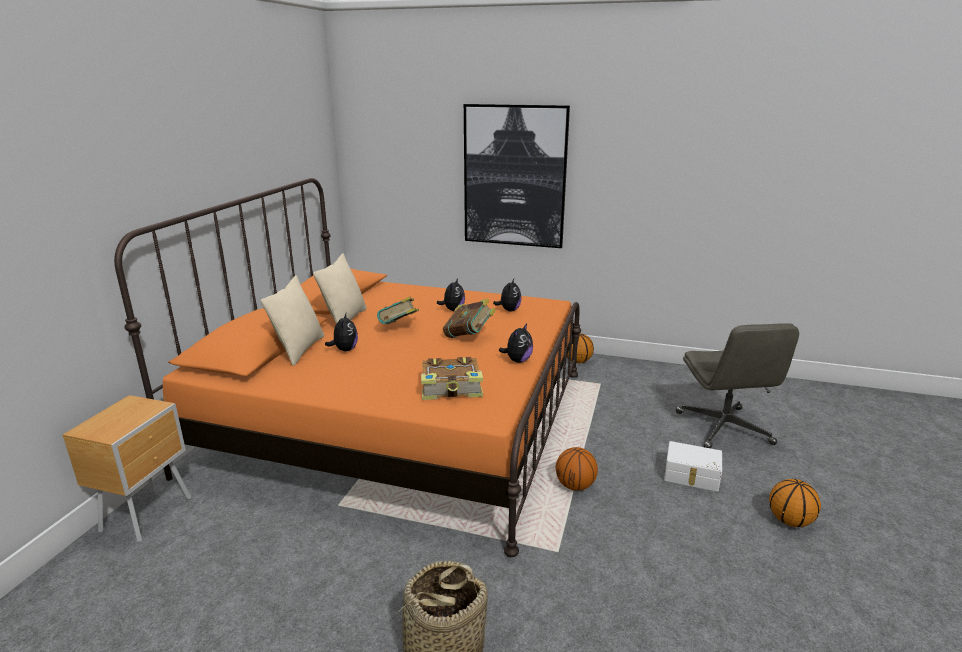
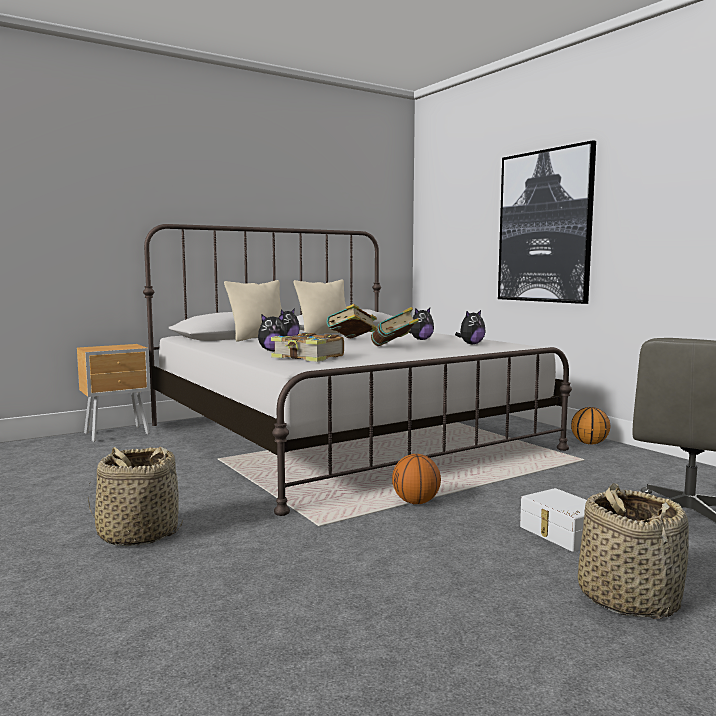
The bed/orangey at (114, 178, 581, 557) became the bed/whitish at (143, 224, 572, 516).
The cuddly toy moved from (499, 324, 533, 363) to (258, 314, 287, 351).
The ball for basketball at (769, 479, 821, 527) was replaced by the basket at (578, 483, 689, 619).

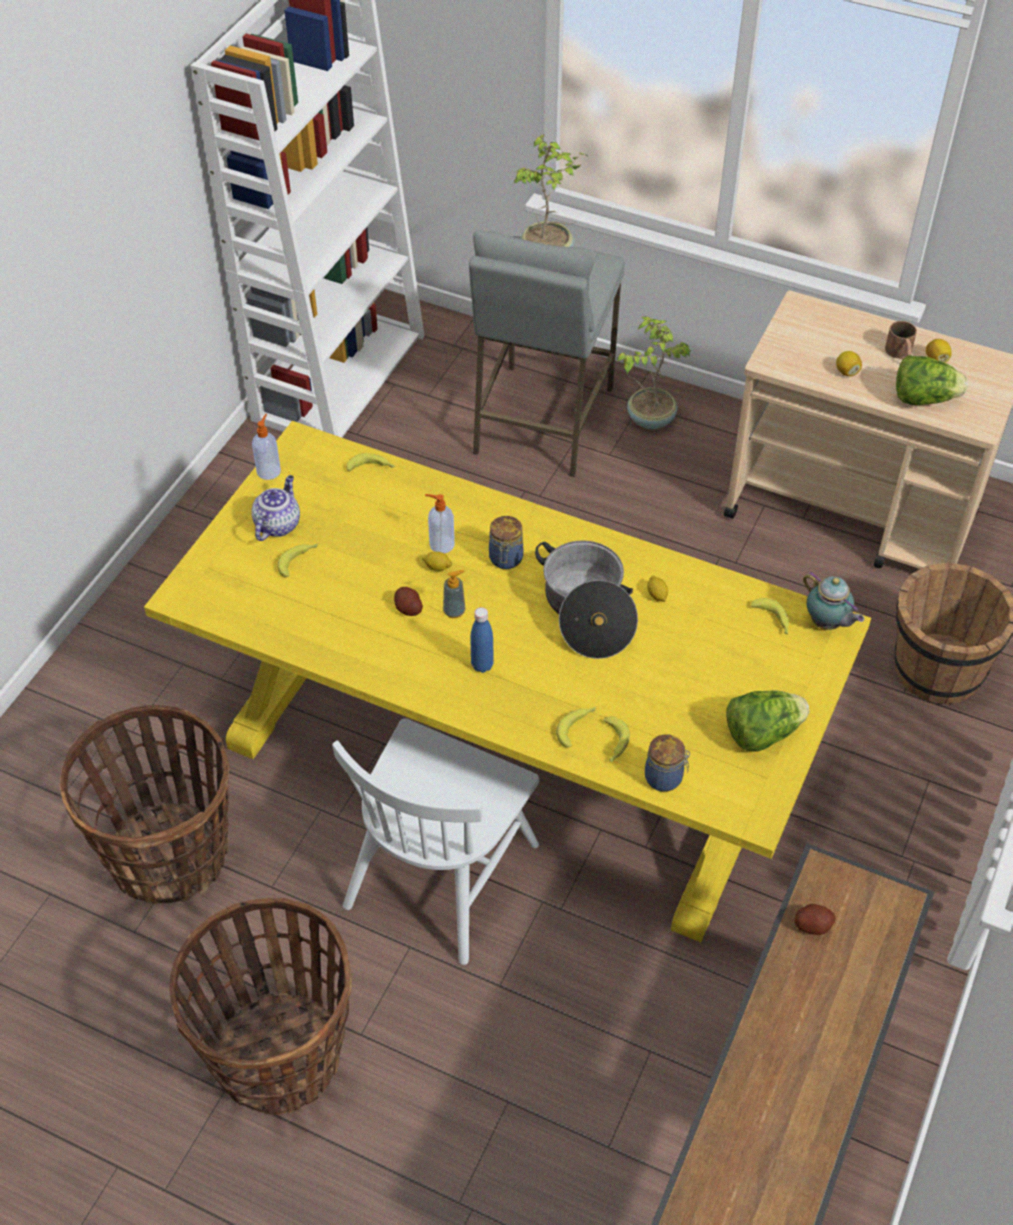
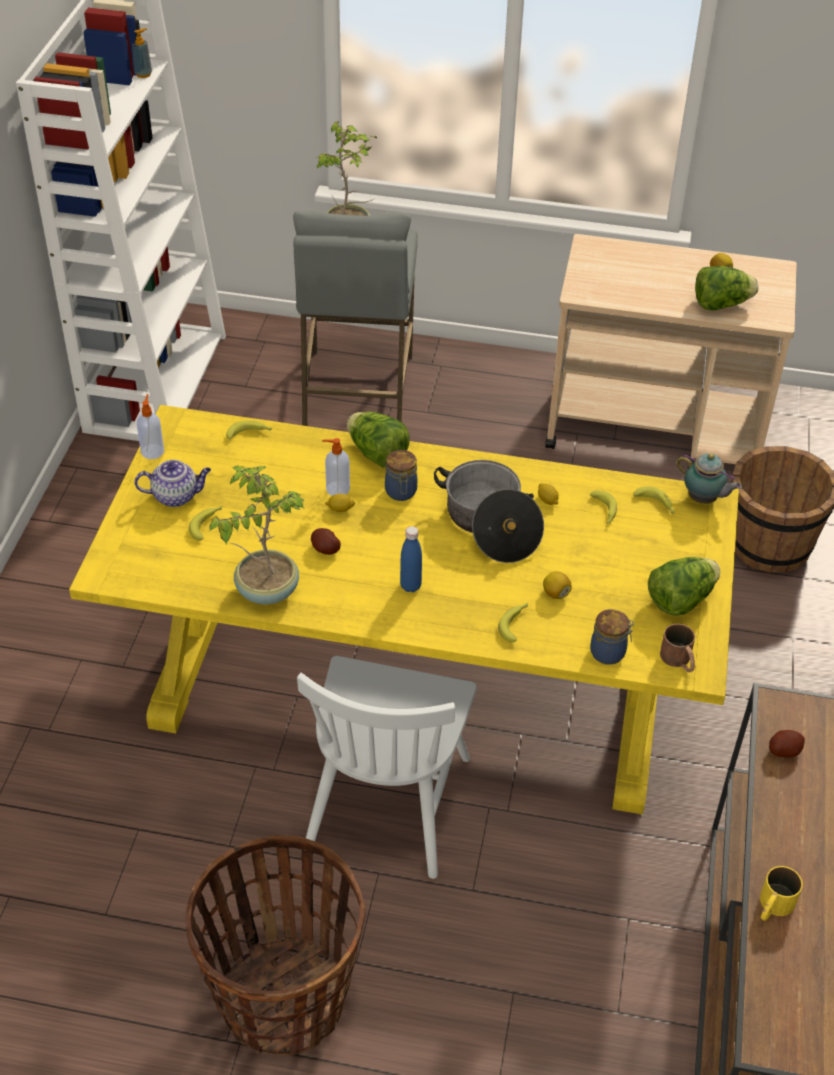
The basket at (60, 705, 230, 904) disappeared.
The pot for tea at (251, 475, 300, 541) turned 75 degrees clockwise.
The liquid soap bottle moved from (443, 570, 466, 618) to (132, 28, 152, 78).
The banana moved from (603, 716, 630, 763) to (590, 490, 617, 524).
The houseplant moved from (617, 317, 691, 429) to (210, 466, 304, 605).
The citrus fruit moved from (836, 351, 862, 376) to (543, 571, 572, 599).
The mug/brownish moved from (885, 321, 917, 360) to (660, 624, 695, 672).
The lettuce at (347, 412, 410, 468) appeared.
The mug/yellow-coloured at (760, 866, 803, 921) appeared.

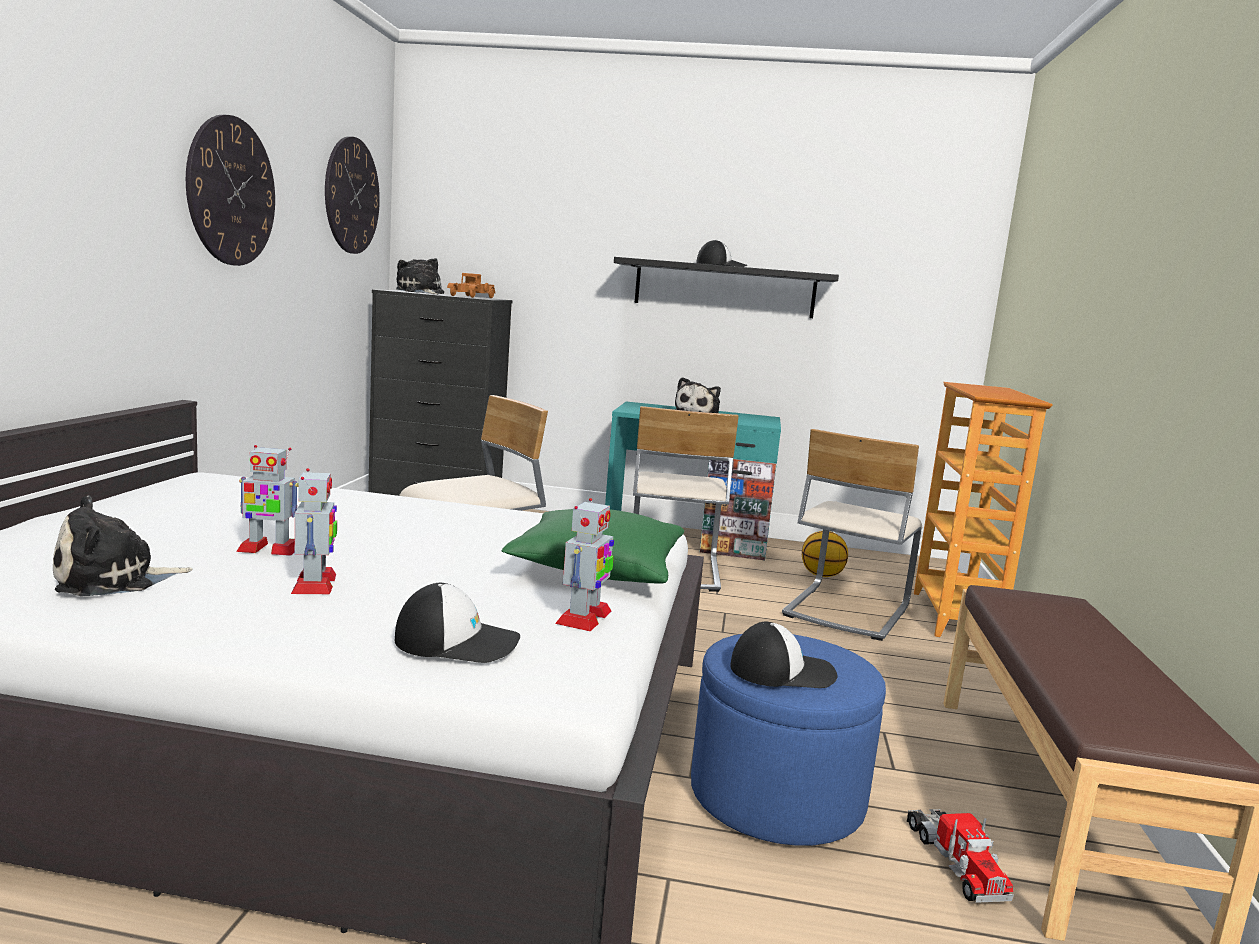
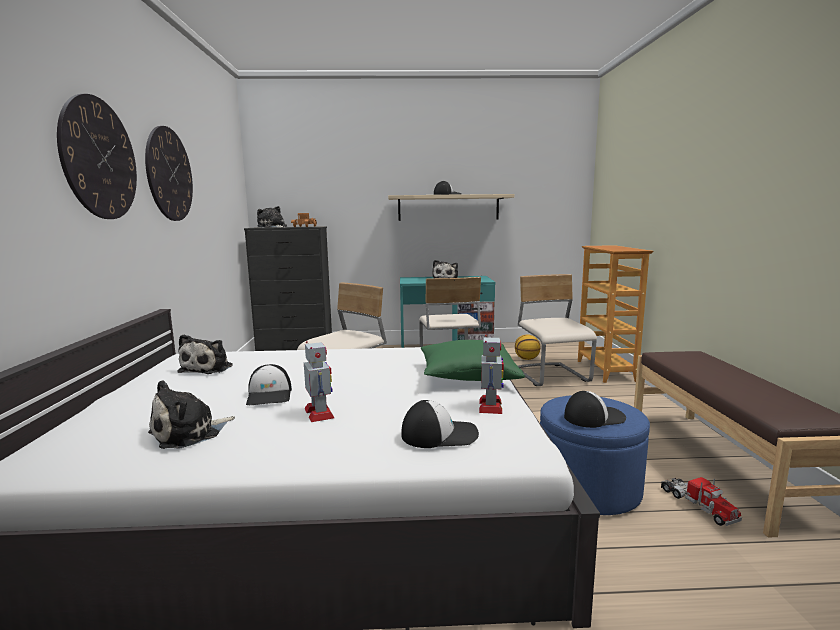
The robot figure at (236, 445, 299, 556) was replaced by the peaked cap at (246, 364, 292, 405).
The wall clock moved from (325, 136, 380, 254) to (57, 94, 137, 219).
The wall shelf/blackish at (614, 257, 839, 318) became the wall shelf/beige-coloured at (388, 194, 515, 221).
The plain chair/beige-coloured at (782, 429, 922, 641) turned 150 degrees clockwise.
The cuddly toy at (177, 334, 233, 374) appeared.

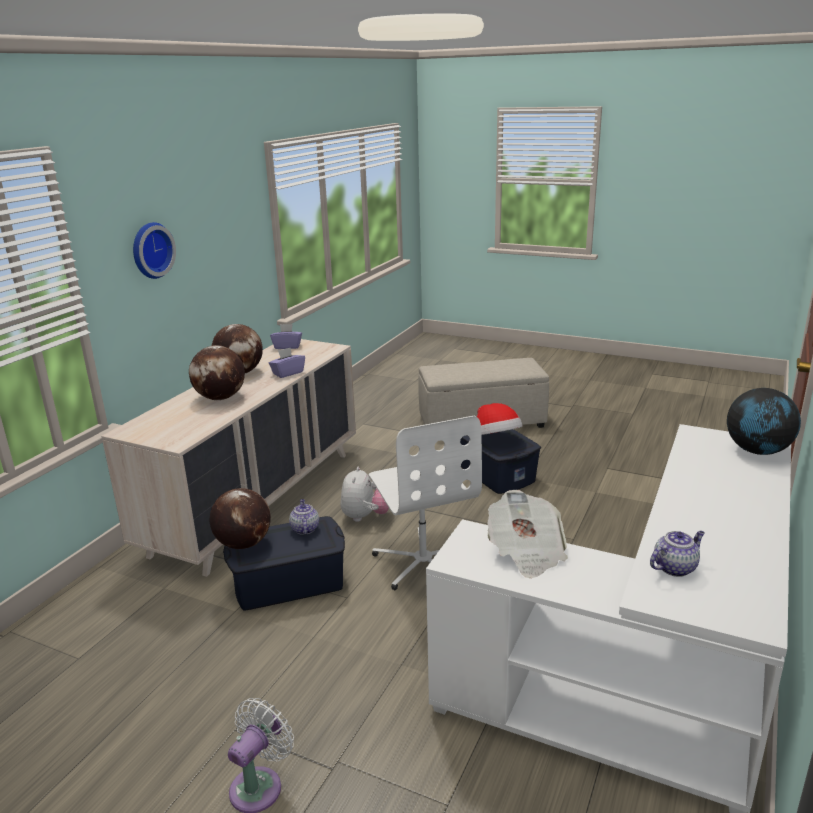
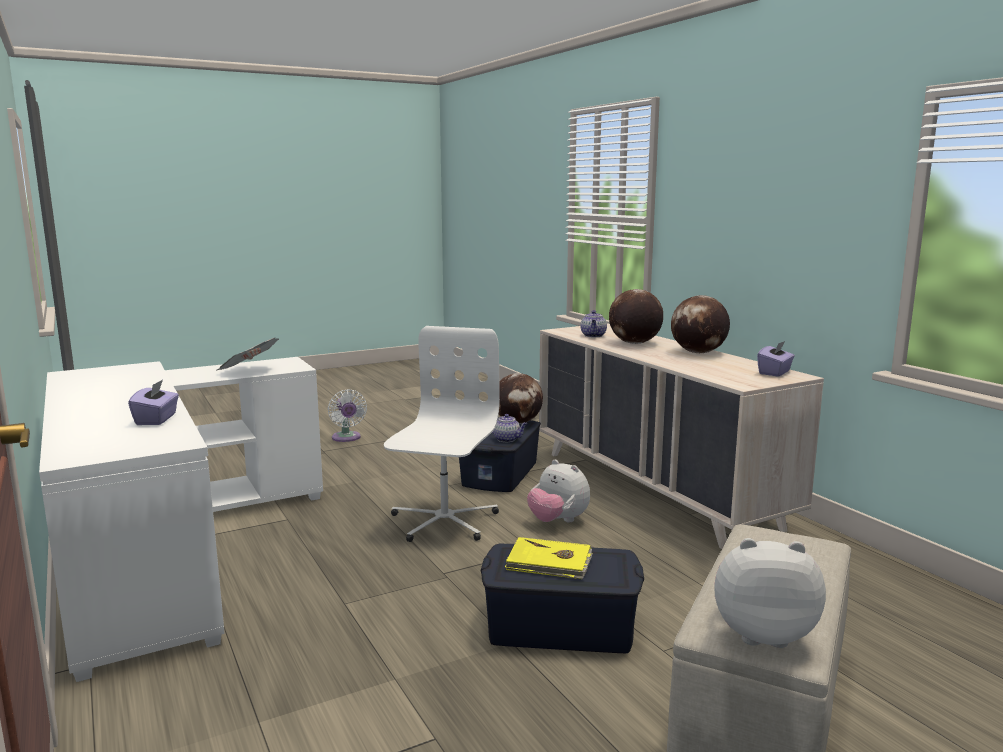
The wall clock at (133, 222, 176, 279) disappeared.
The box of tissues/purple-coloured moved from (269, 347, 305, 378) to (128, 380, 179, 425).
The desk chair/whitish at (368, 416, 482, 590) turned 90 degrees clockwise.
The clothing hat at (477, 403, 522, 435) was replaced by the bound book/yellow-coloured at (505, 537, 593, 579).
The pot for tea moved from (650, 531, 705, 577) to (580, 310, 607, 337).
The world globe at (727, 388, 801, 455) disappeared.
The cuddly toy at (714, 538, 826, 648) appeared.

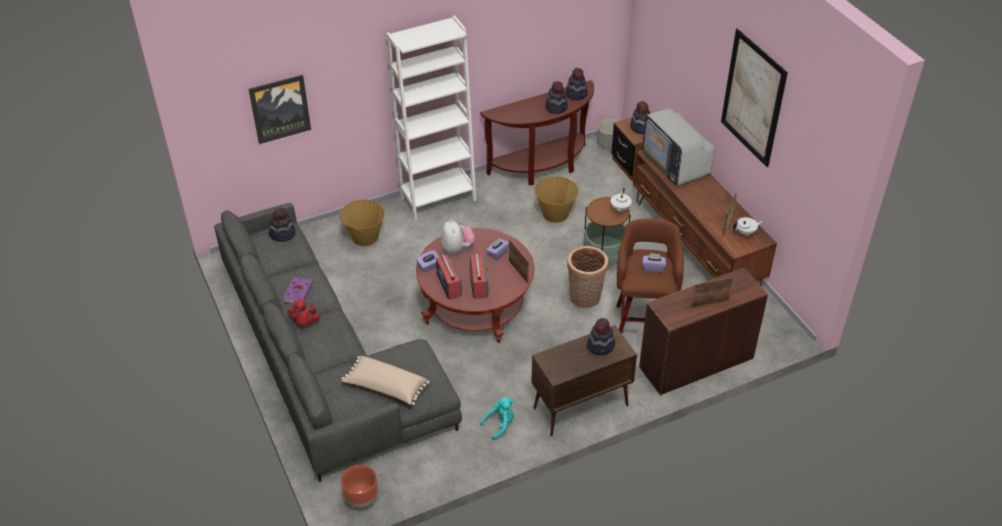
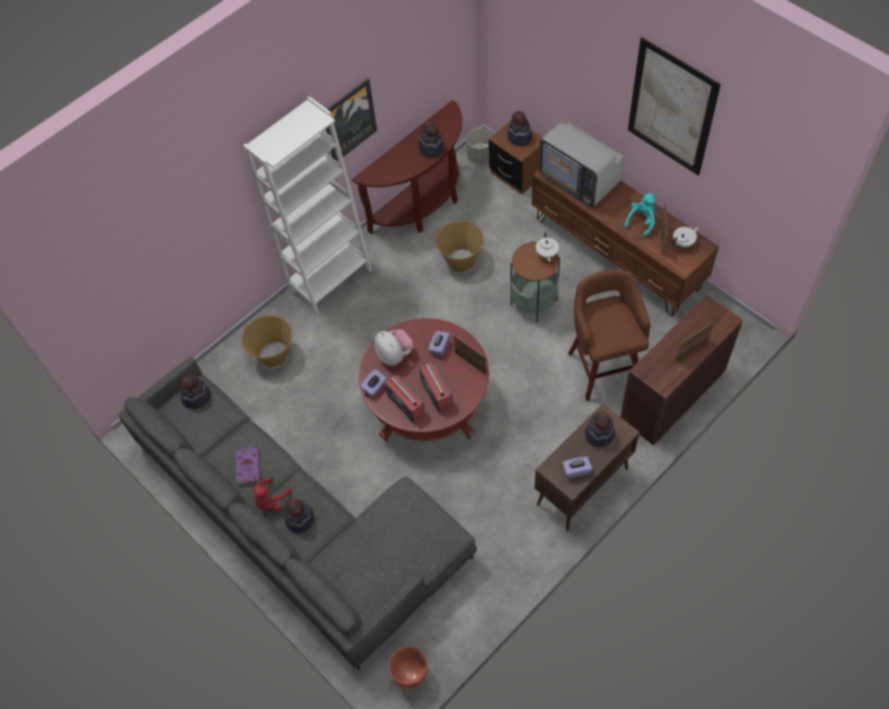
The picture moved from (249, 75, 311, 144) to (326, 78, 377, 161).
The cuddly toy/red-coloured at (287, 299, 320, 326) turned 60 degrees clockwise.
The pillow/beige-coloured at (342, 356, 430, 405) disappeared.
The cuddly toy/blue-green moved from (480, 397, 514, 440) to (624, 193, 656, 237).
The clothing hat moved from (566, 68, 588, 100) to (285, 499, 314, 533).
The basket at (567, 246, 608, 308) disappeared.
The box of tissues/purple-coloured moved from (643, 253, 666, 273) to (563, 457, 592, 479).

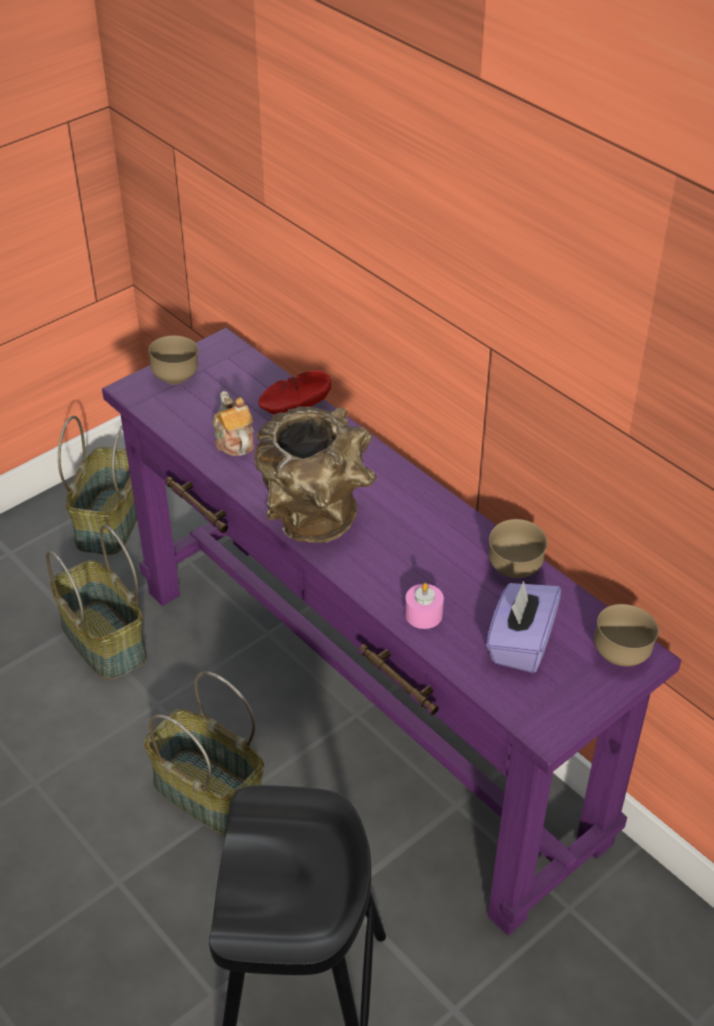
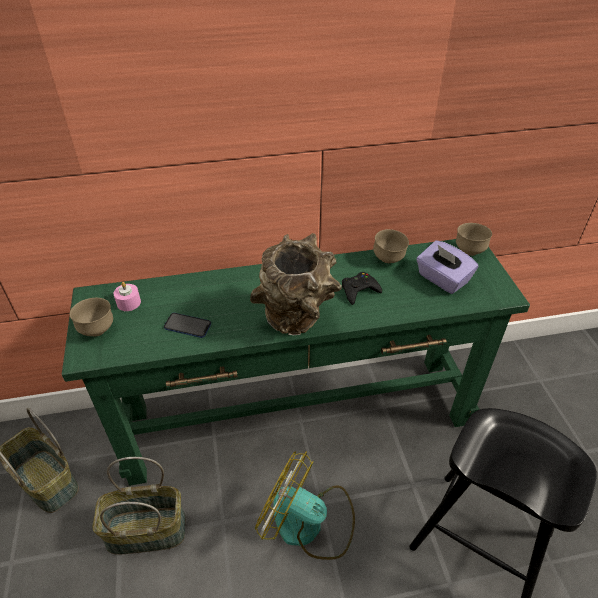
The narrow table/purple-coloured at (102, 328, 681, 936) became the narrow table/greenish at (61, 239, 530, 486).
The basket at (144, 671, 264, 836) was replaced by the fan at (255, 451, 355, 560).
The pot for tea at (213, 391, 254, 456) was replaced by the phone at (164, 313, 211, 338).
The deep dish/red-coloured at (258, 370, 331, 415) disappeared.
The wax light/pink-coloured moved from (405, 583, 444, 629) to (114, 282, 141, 311).
The gamepad/blackish at (342, 272, 382, 305) appeared.

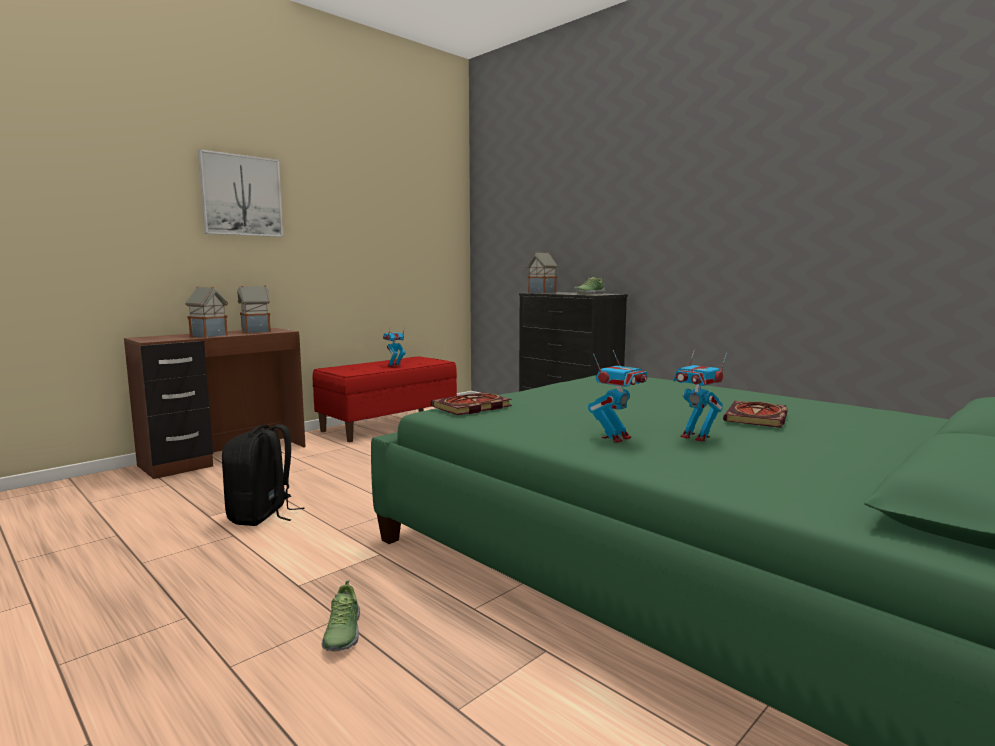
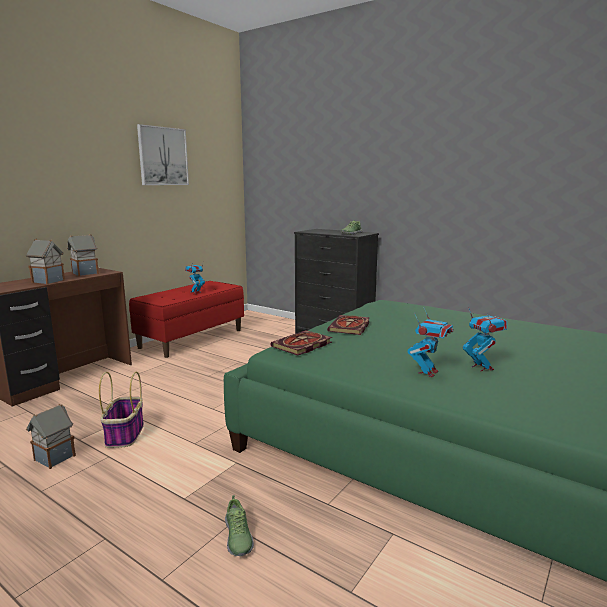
The picture moved from (198, 149, 283, 237) to (137, 124, 189, 185).
The knapsack/blackish at (222, 424, 304, 526) was replaced by the basket at (99, 372, 144, 448).
The model house moved from (527, 252, 558, 293) to (26, 404, 76, 469).
The robot figure at (673, 350, 727, 442) turned 150 degrees counterclockwise.
The bound book moved from (723, 401, 788, 428) to (327, 315, 370, 335).

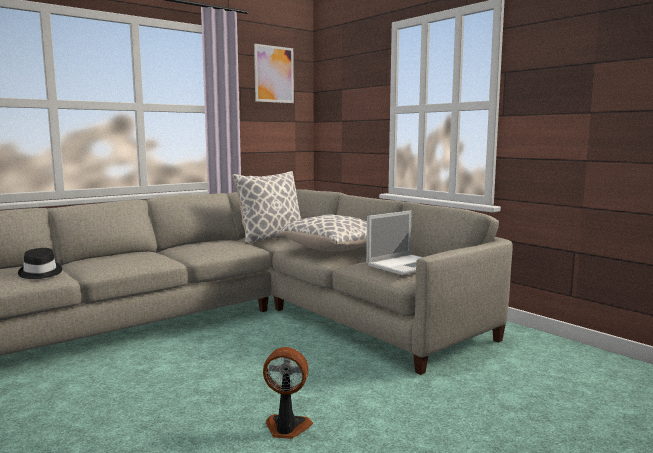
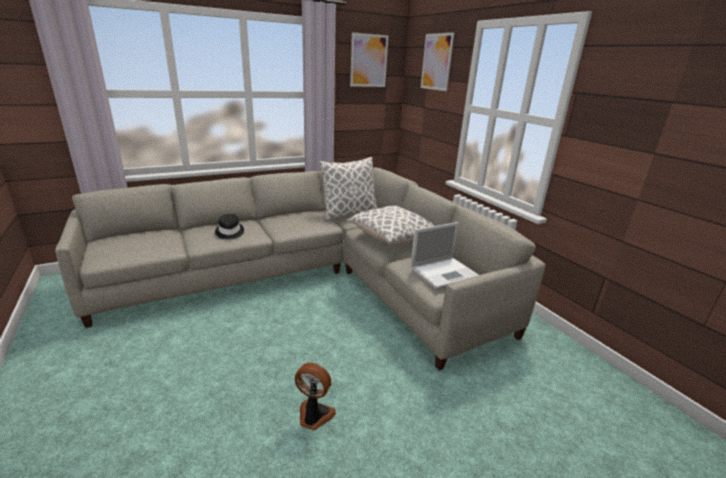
The clothing hat/blackish moved from (18, 248, 62, 279) to (215, 214, 244, 240).
The picture at (421, 32, 454, 91) appeared.

